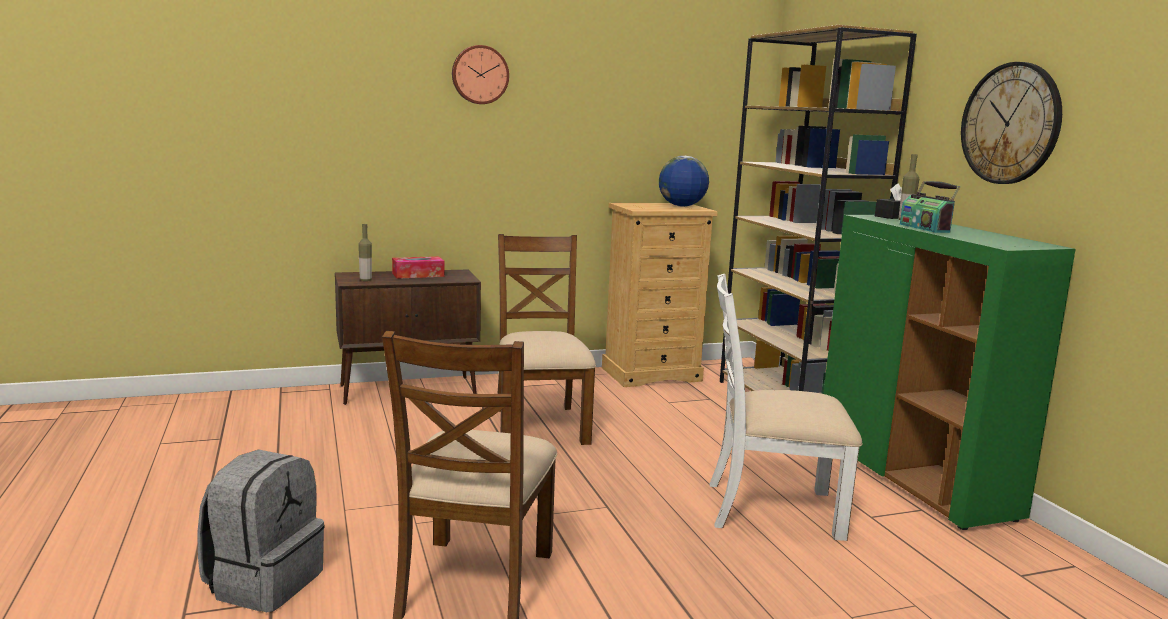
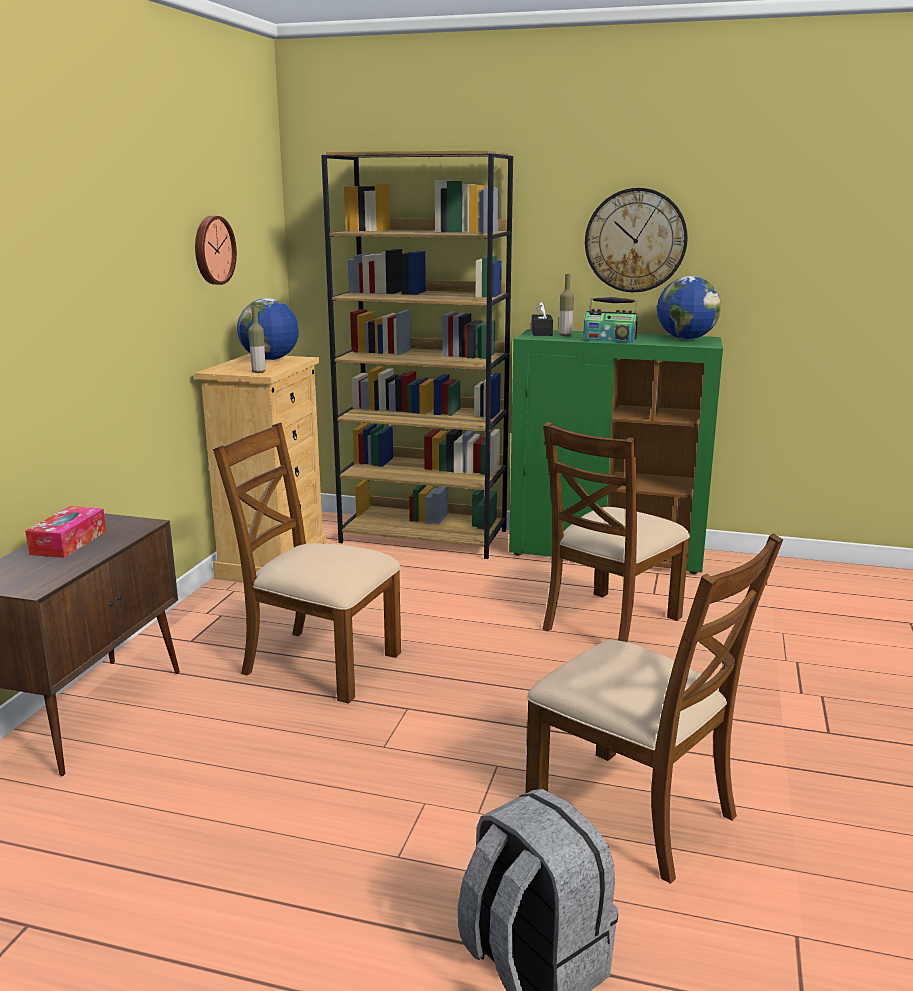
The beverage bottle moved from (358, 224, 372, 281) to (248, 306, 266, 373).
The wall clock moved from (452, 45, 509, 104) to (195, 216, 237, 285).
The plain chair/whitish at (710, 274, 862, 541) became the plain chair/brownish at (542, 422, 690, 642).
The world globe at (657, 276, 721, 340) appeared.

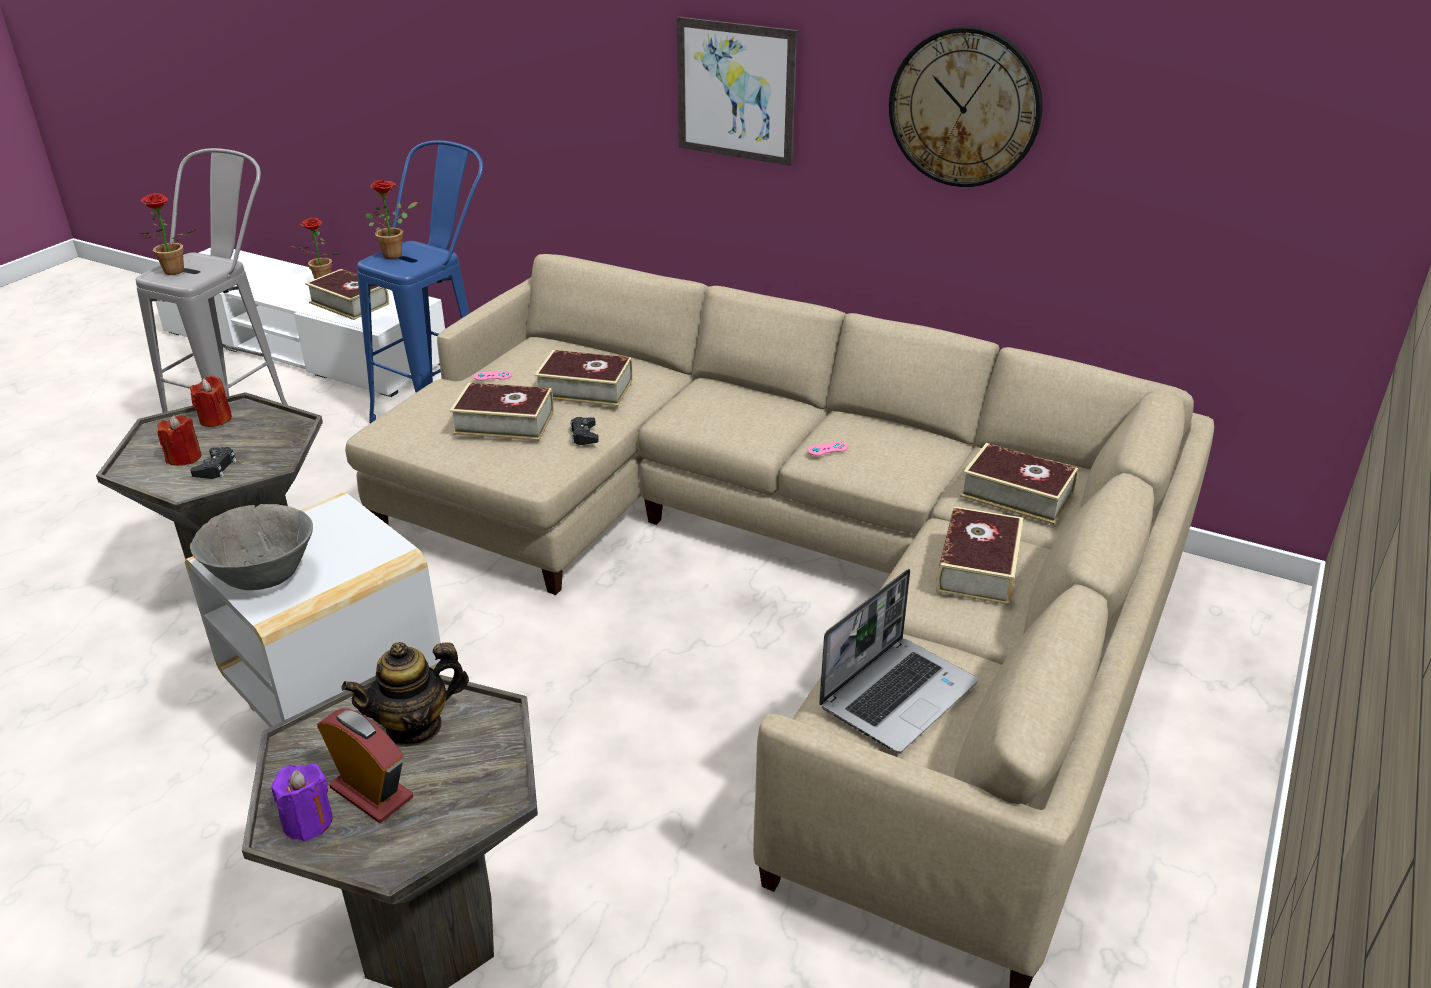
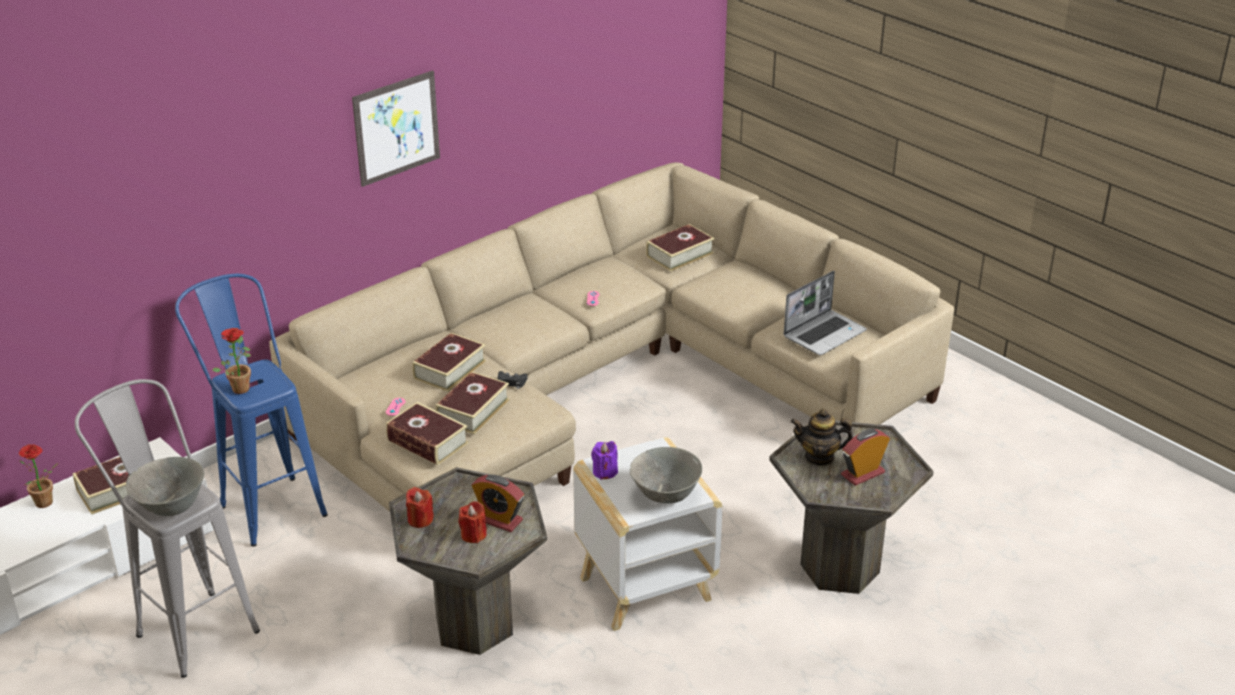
The houseplant at (140, 193, 195, 275) was replaced by the deep dish/greyish at (126, 457, 204, 516).
The gamepad/blackish at (190, 447, 237, 479) was replaced by the bedside clock at (472, 475, 524, 532).
The wax light/purple-coloured moved from (272, 764, 333, 841) to (591, 441, 618, 480).
The pot for tea at (341, 642, 469, 747) turned 105 degrees clockwise.
The laptop at (819, 569, 978, 753) turned 75 degrees clockwise.
The wall clock at (889, 26, 1043, 187) disappeared.
The bound book moved from (936, 506, 1023, 605) to (386, 402, 469, 465).

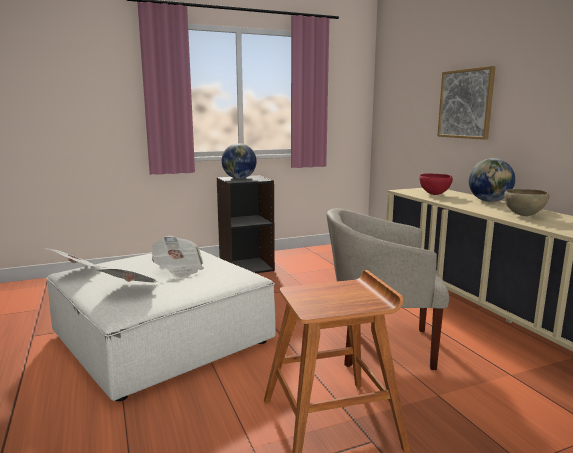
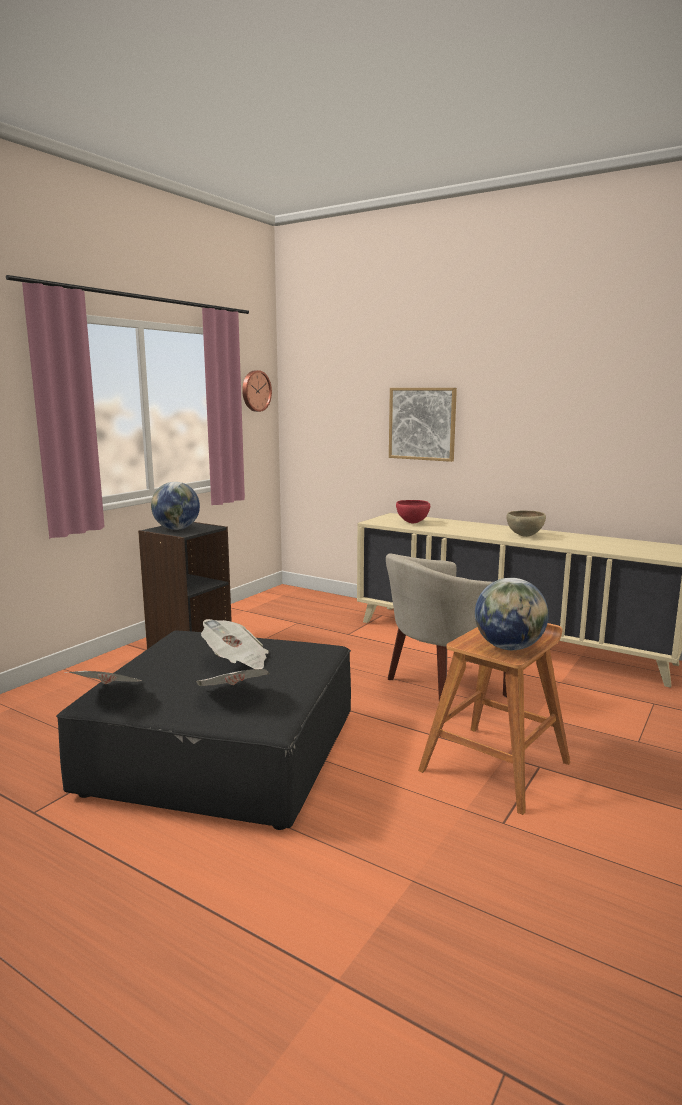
The pouffe/whitish at (46, 250, 275, 401) became the pouffe/blackish at (56, 630, 351, 830).
The world globe moved from (469, 158, 515, 202) to (475, 578, 549, 650).
The wall clock at (242, 370, 272, 412) appeared.

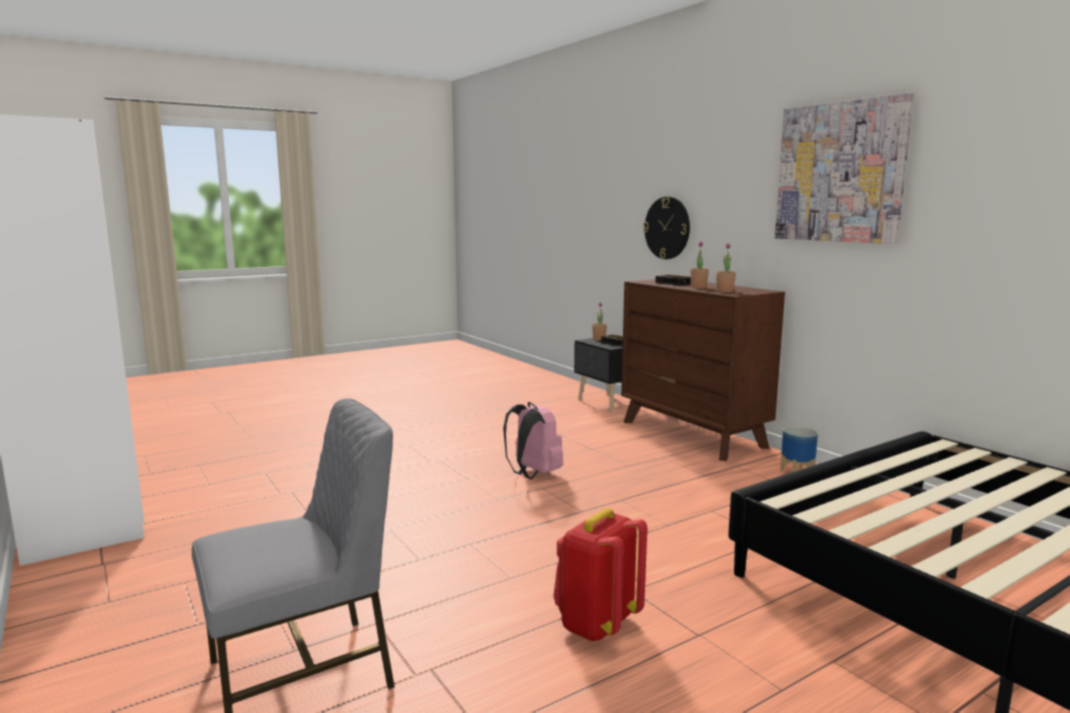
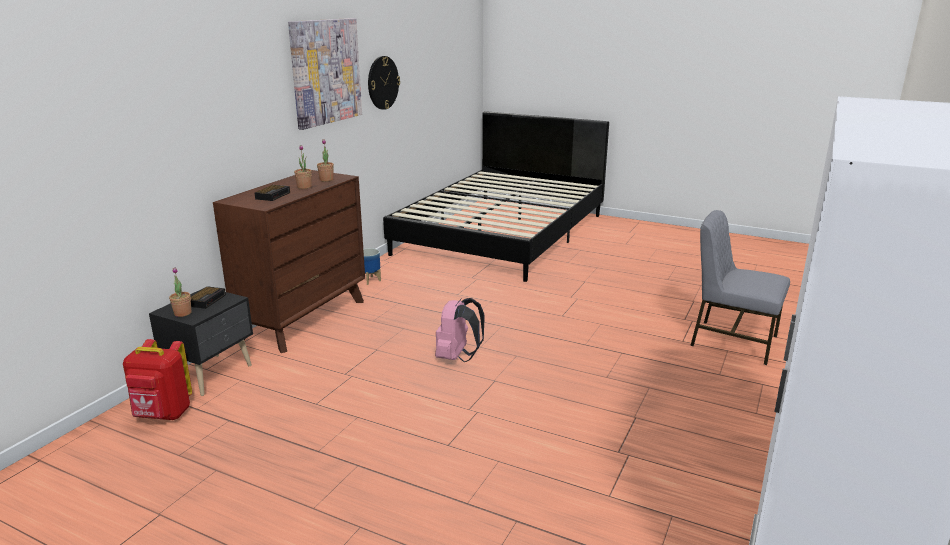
The knapsack/red-coloured moved from (553, 508, 647, 641) to (123, 339, 192, 420).
The wall clock moved from (643, 197, 690, 259) to (368, 56, 400, 110).

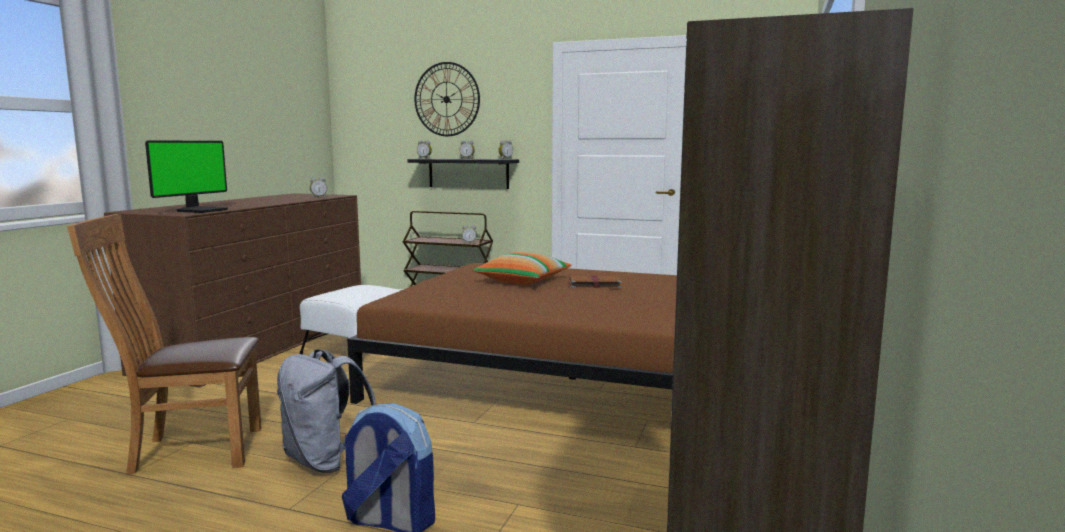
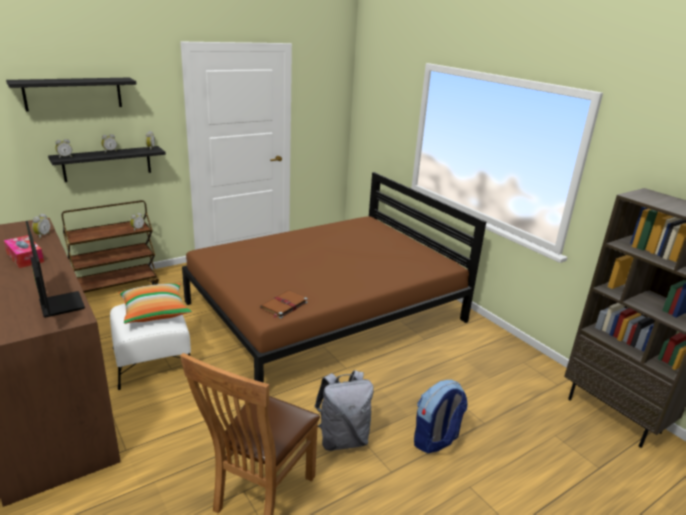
The wall clock at (414, 62, 480, 136) was replaced by the wall shelf/blackish at (6, 78, 136, 111).
The pillow moved from (473, 252, 572, 285) to (119, 283, 192, 324).
The bound book/brownish moved from (569, 276, 622, 288) to (260, 290, 308, 319).
The box of tissues at (4, 235, 44, 268) appeared.

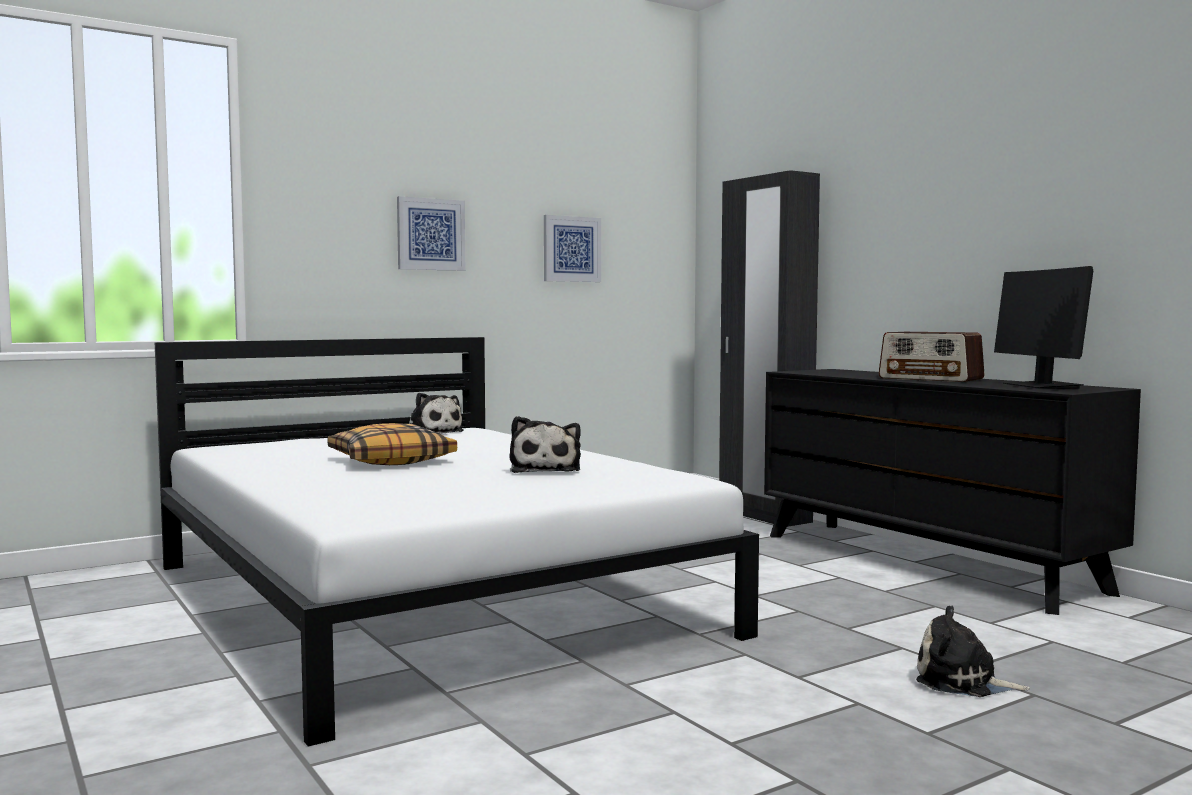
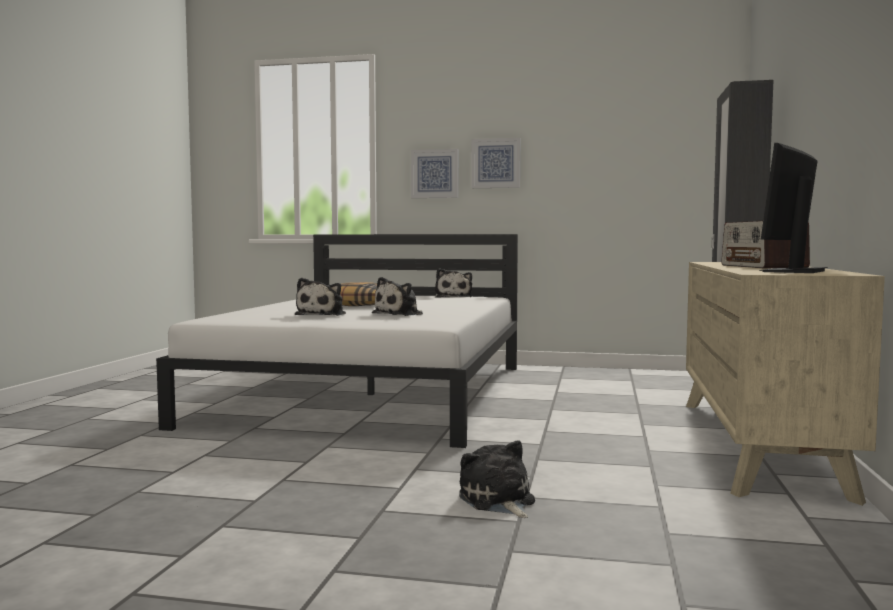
The picture moved from (544, 215, 601, 282) to (411, 149, 458, 198).
The drawer chest/blackish at (764, 369, 1141, 615) became the drawer chest/beige-coloured at (686, 262, 885, 506).
The cuddly toy at (295, 278, 346, 316) appeared.

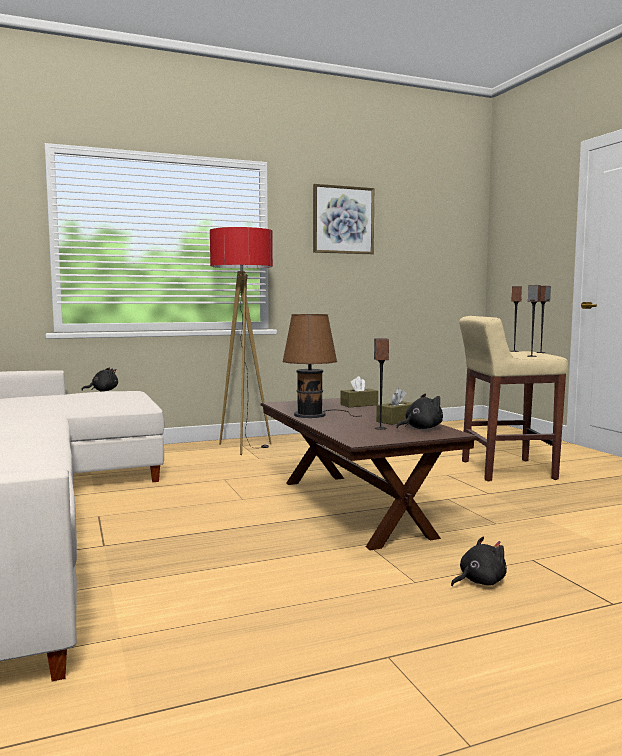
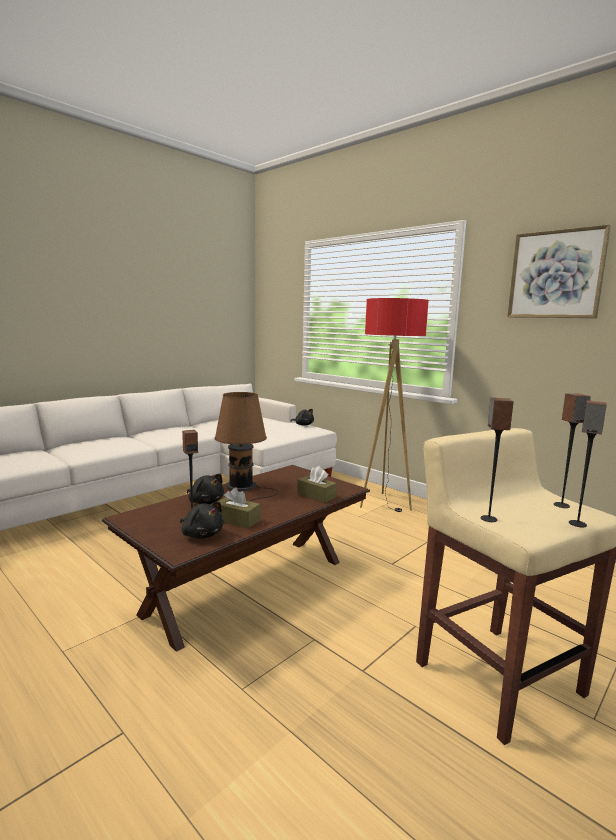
The cuddly toy/blackish moved from (451, 536, 507, 586) to (187, 474, 224, 504).

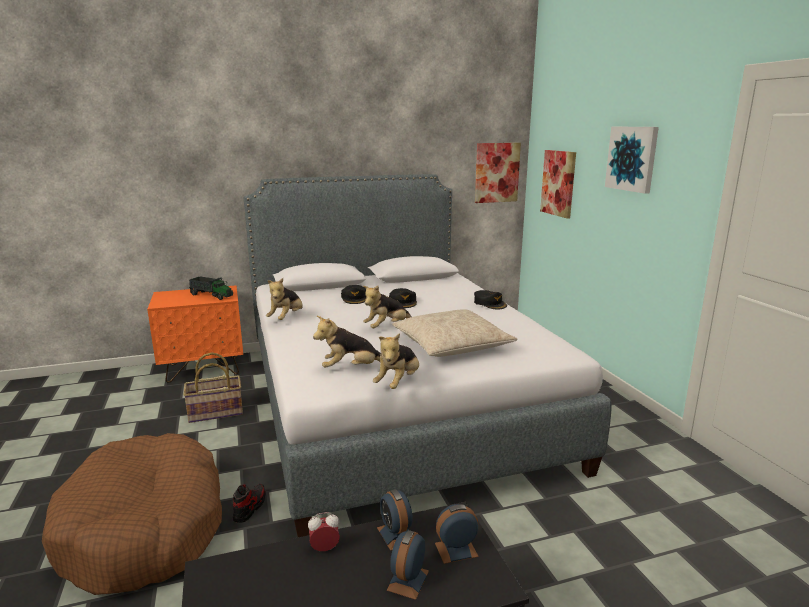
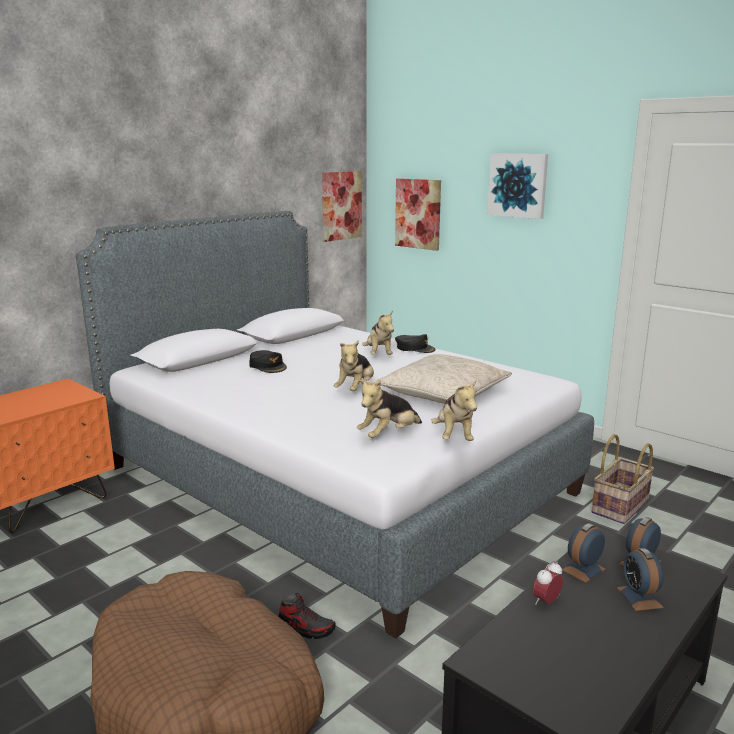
The basket moved from (183, 352, 243, 423) to (591, 434, 654, 524).
The toy lorry at (189, 276, 233, 300) disappeared.
The item of footwear at (233, 484, 266, 523) turned 120 degrees clockwise.
The cuddly toy moved from (266, 278, 302, 320) to (362, 311, 394, 355).
The bedside clock at (377, 489, 413, 551) turned 105 degrees clockwise.
The peaked cap/blackish at (389, 288, 417, 308) disappeared.

